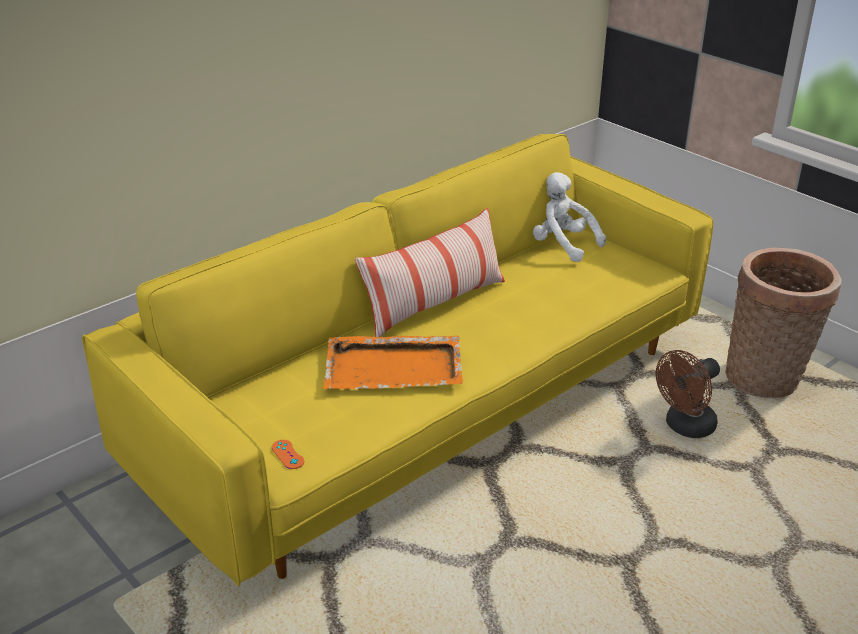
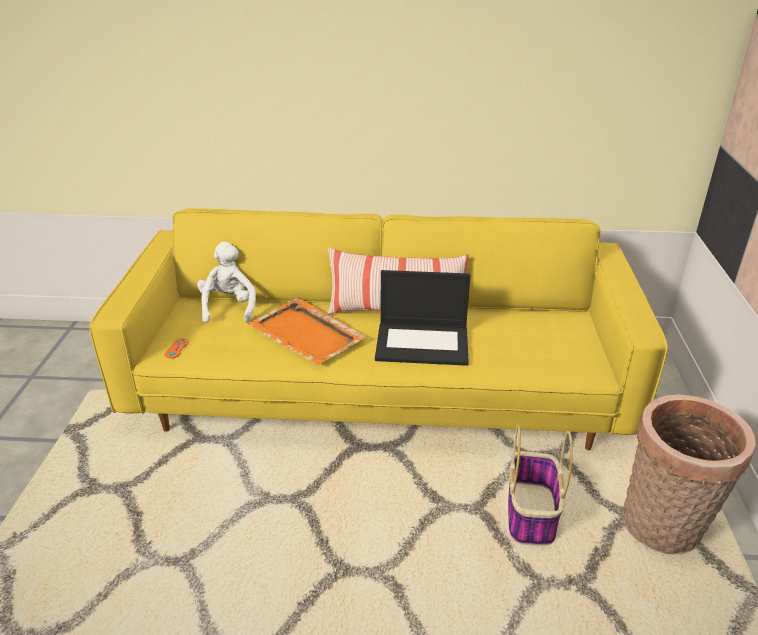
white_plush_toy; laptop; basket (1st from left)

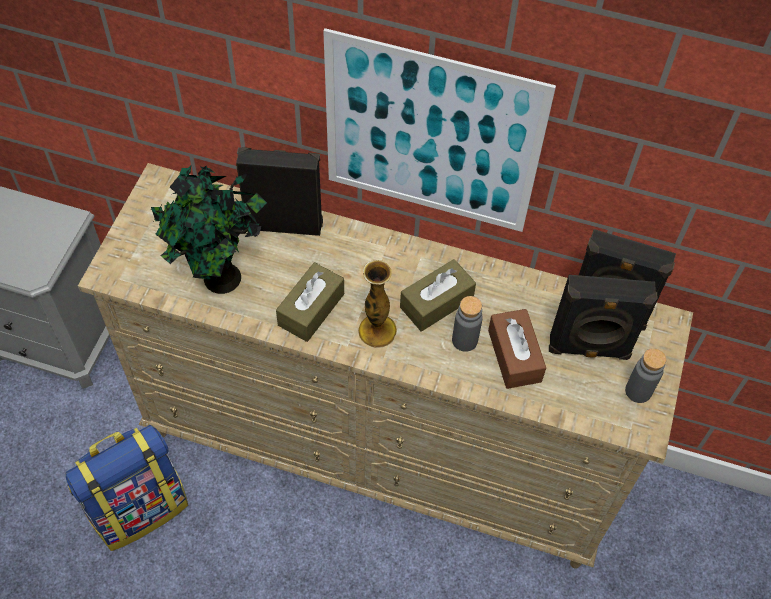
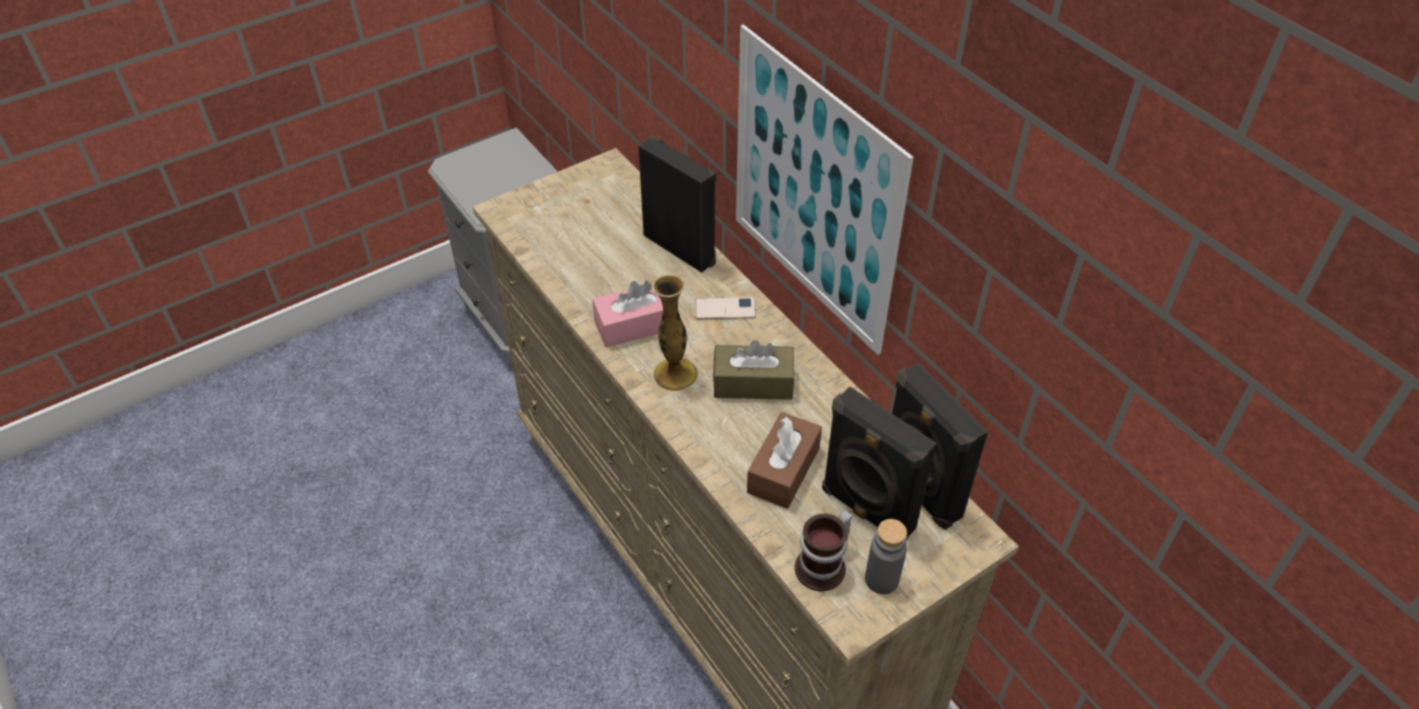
pink_tissue_box; phone; mug; backpack; potted_plant; grey_bottle (1st from left in the first image)

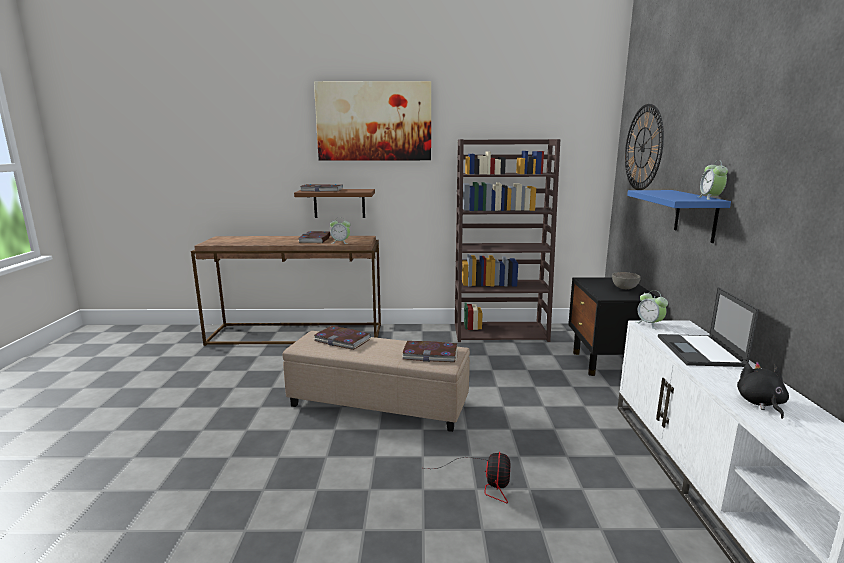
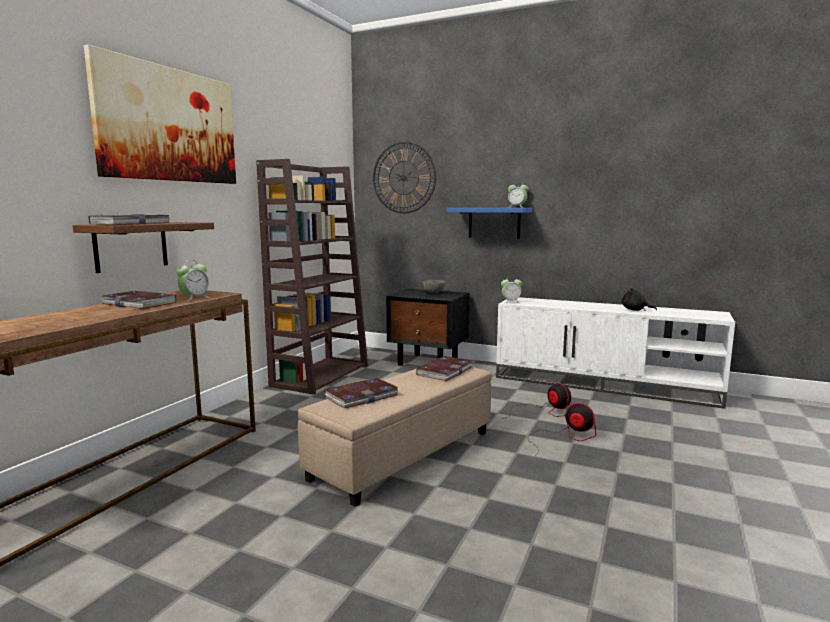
fan (1st from left); laptop

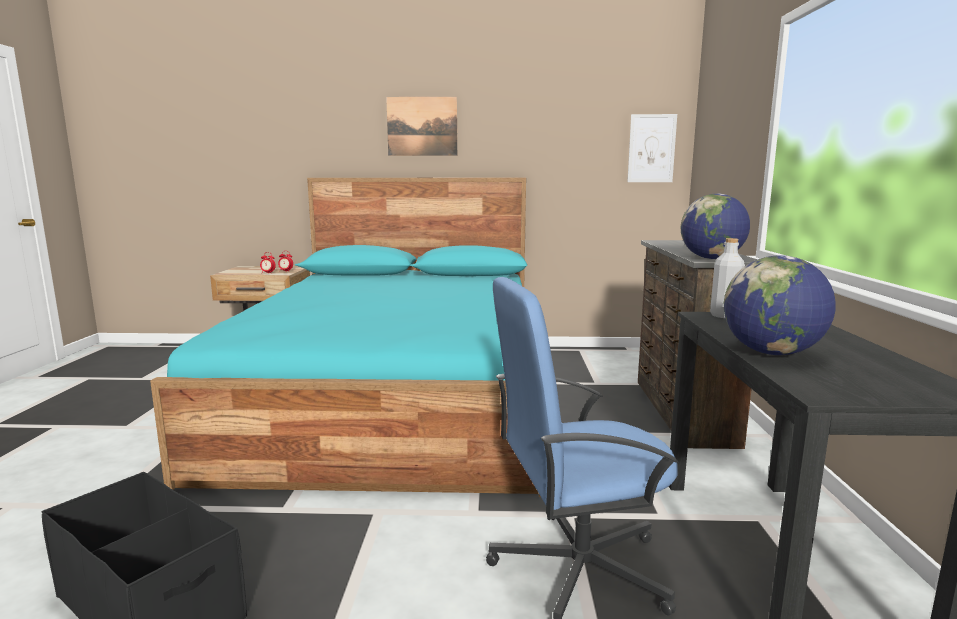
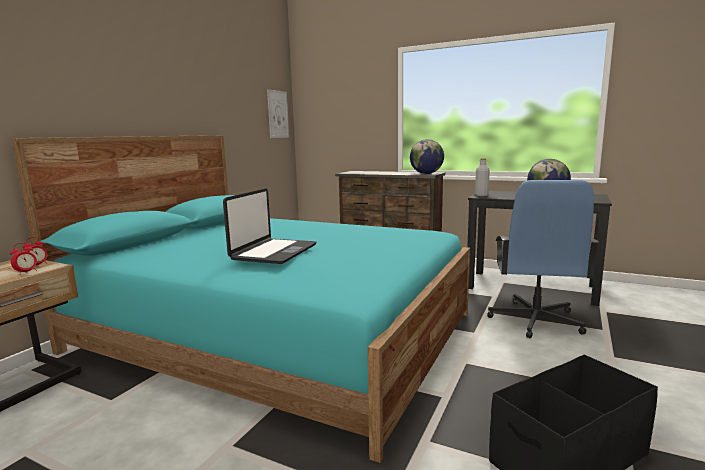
laptop; picture (1st from left in the first image)

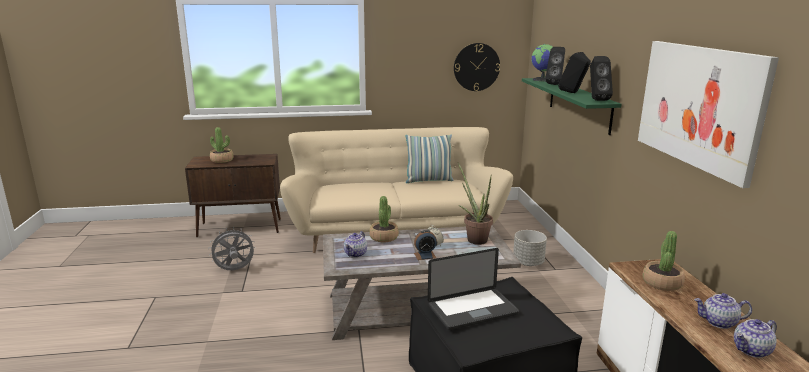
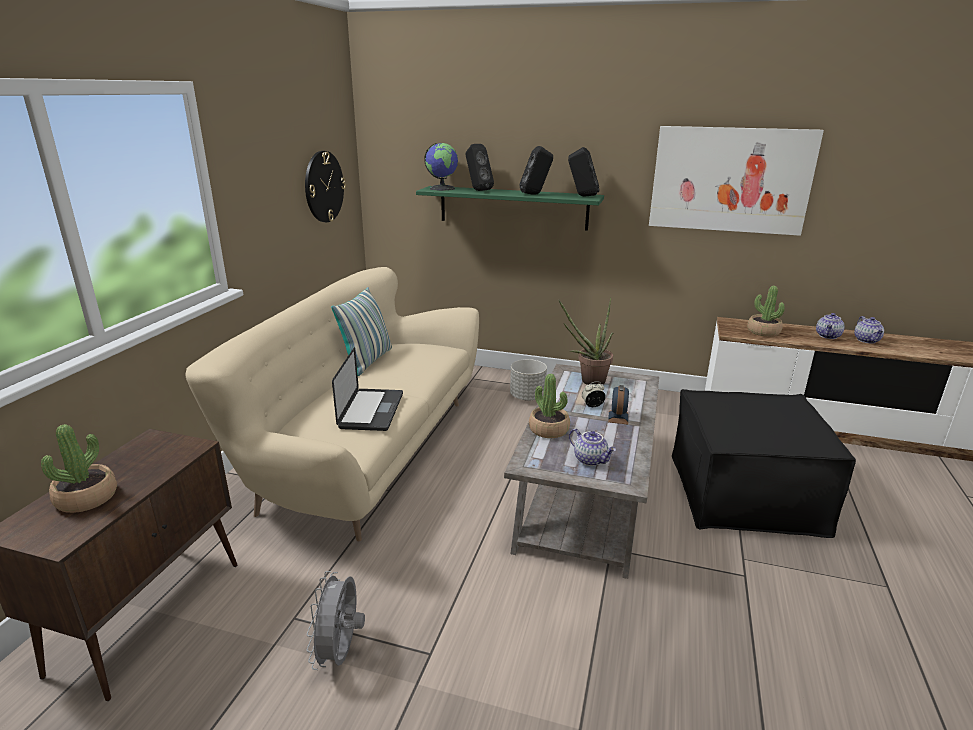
laptop

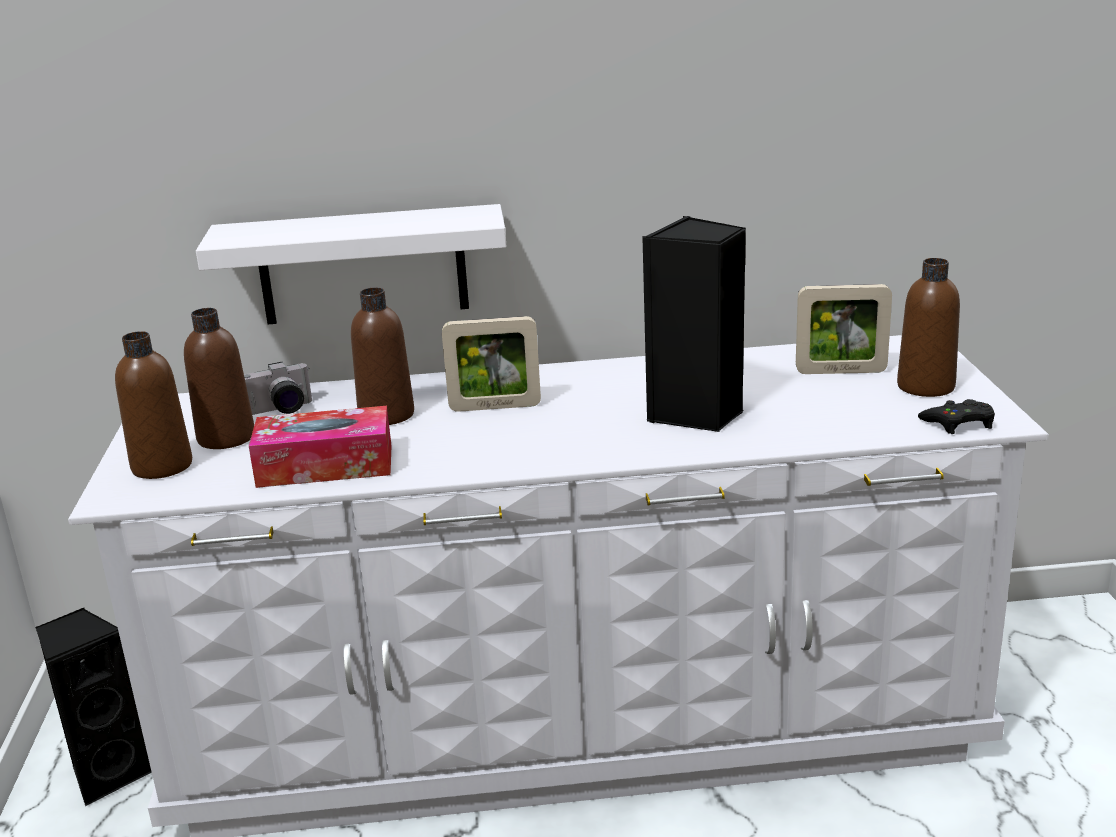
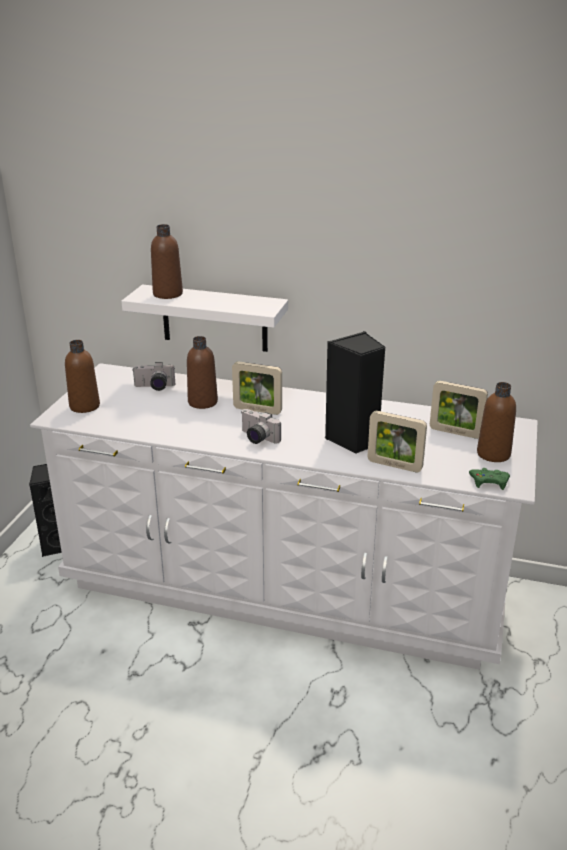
brown_bottle (2nd from left); photo_camera (2nd from left); picture_frame (2nd from left); green_game_controller; tissue_box

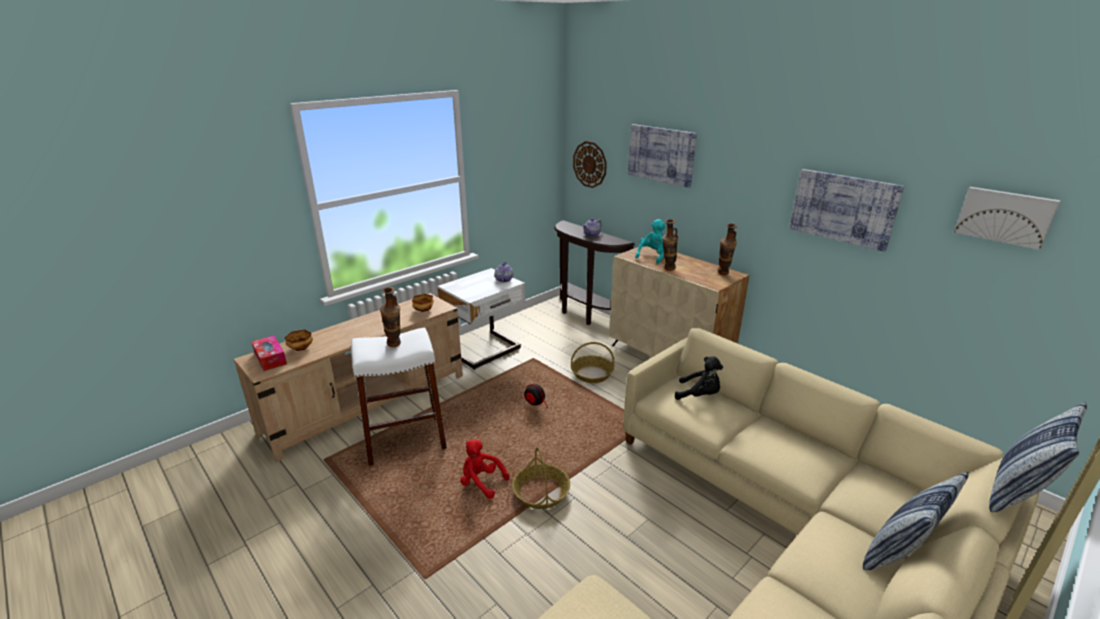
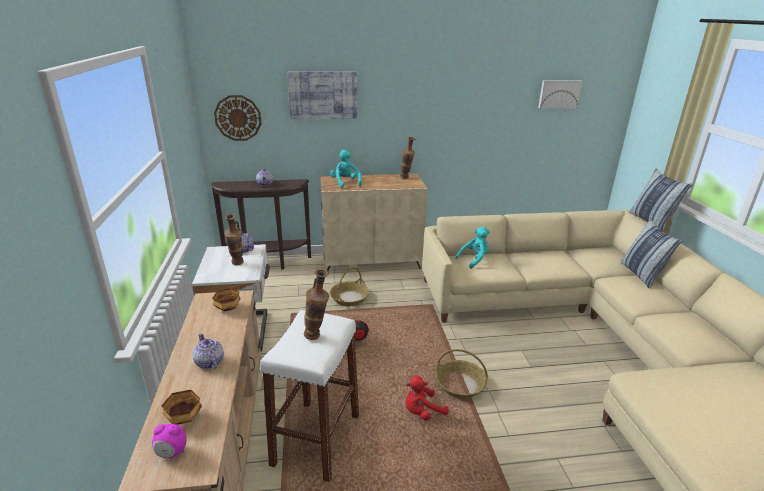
alarm_clock; teapot (1st from left); vase (1st from left); turquoise_plush_toy (2nd from left); picture (2nd from left in the first image)

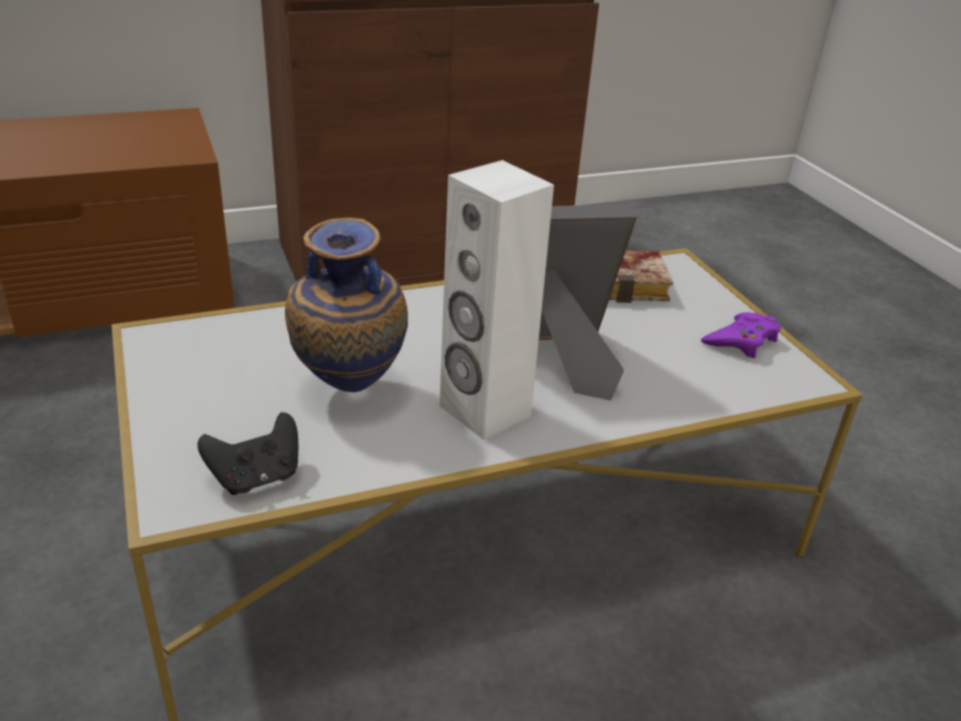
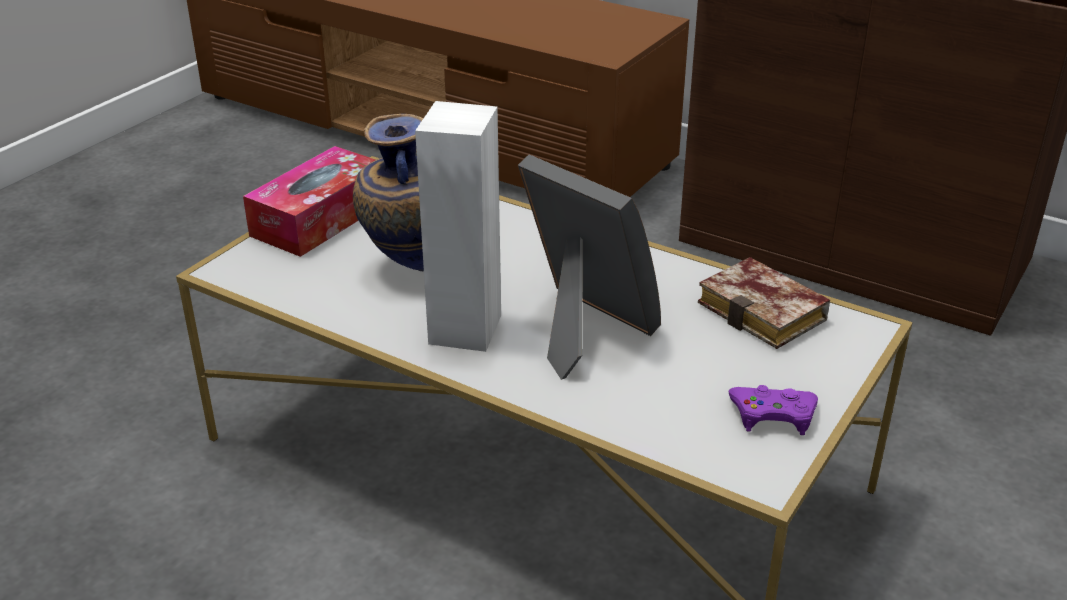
tissue_box; black_game_controller

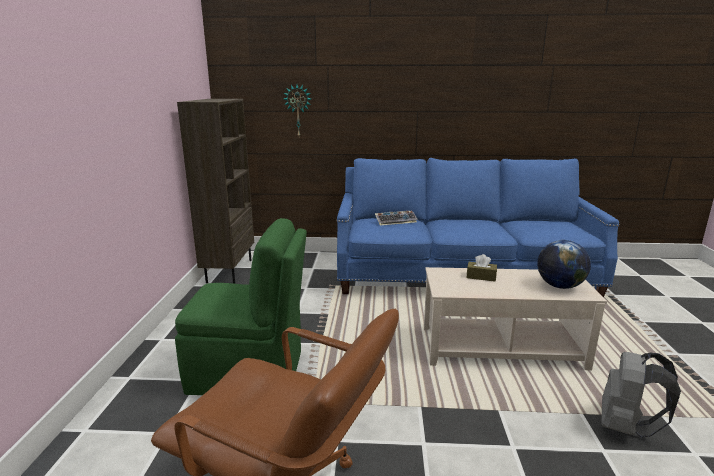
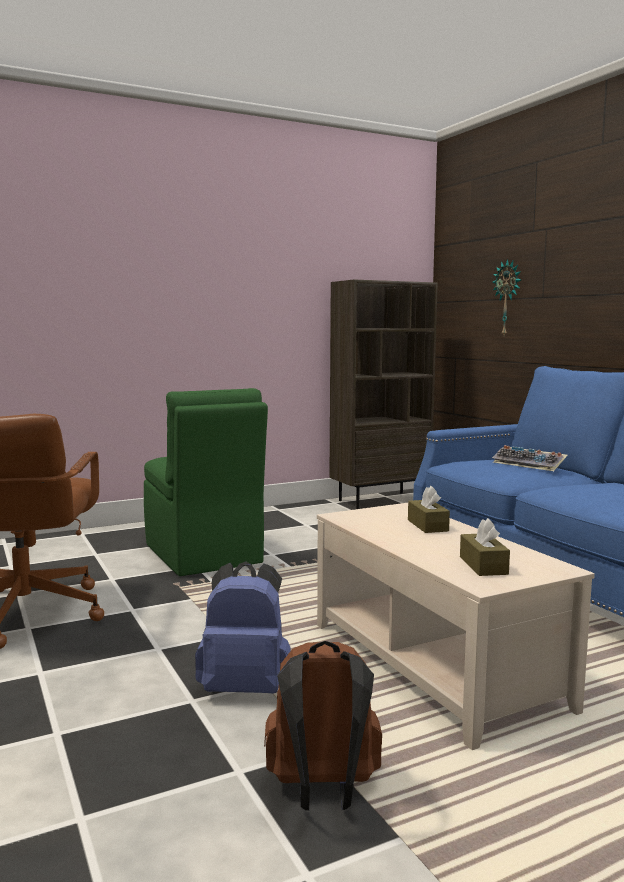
blue_backpack; brown_backpack; brown_tissue_box (2nd from left)

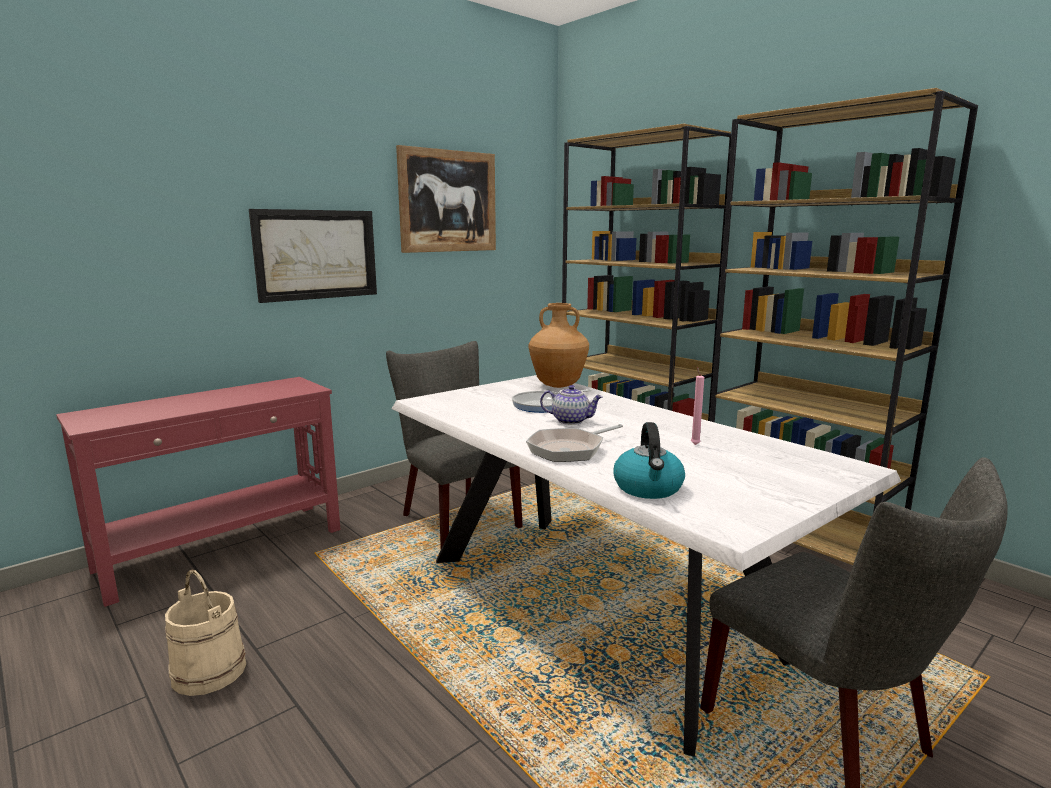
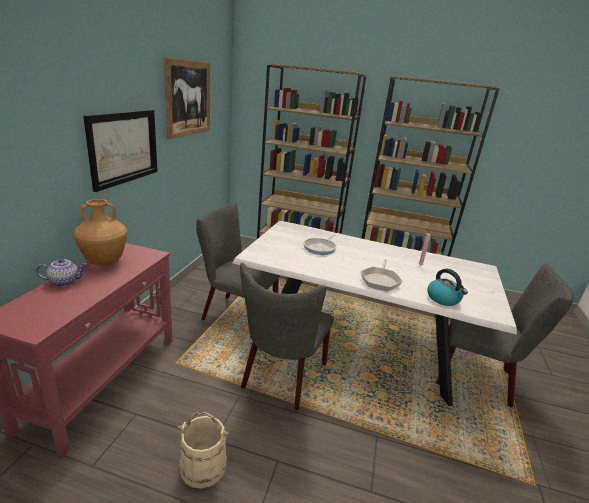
teapot; brown_vase; grey_chair (2nd from left)

